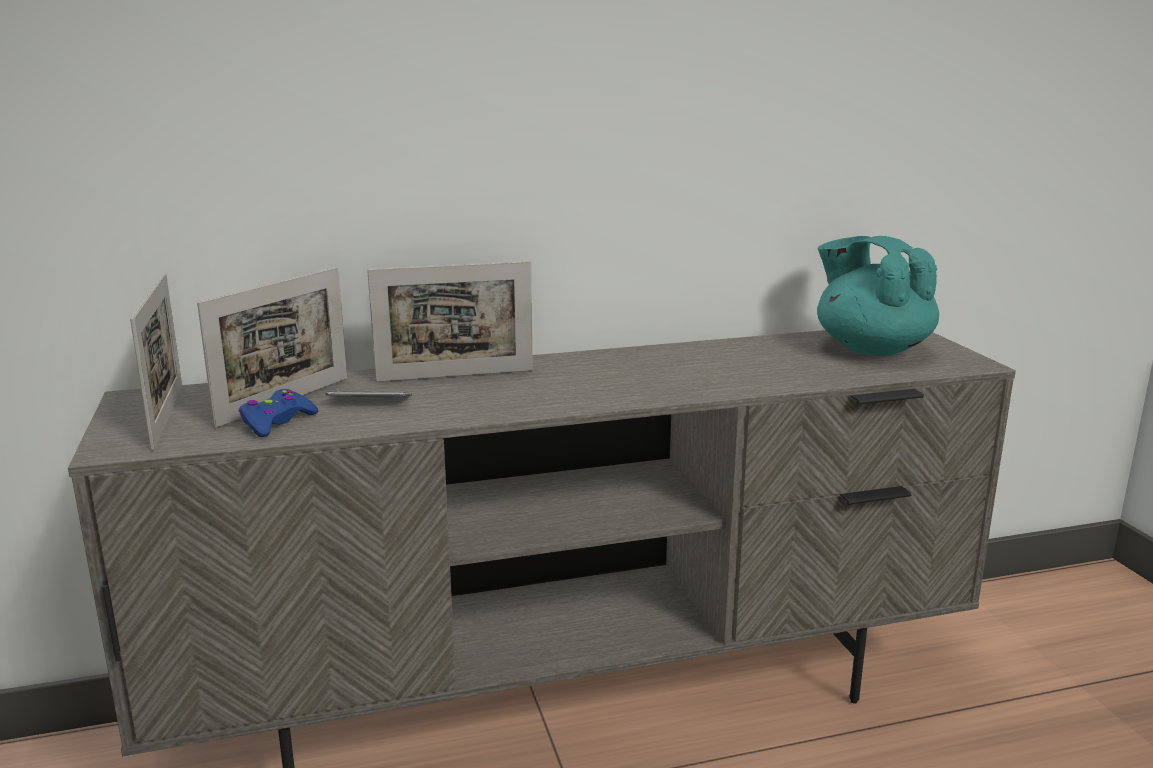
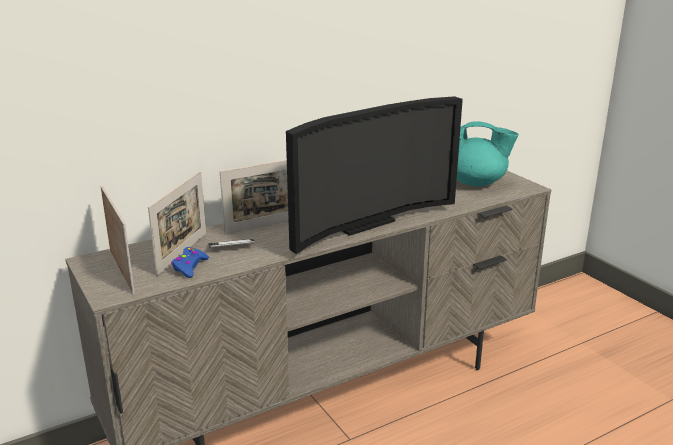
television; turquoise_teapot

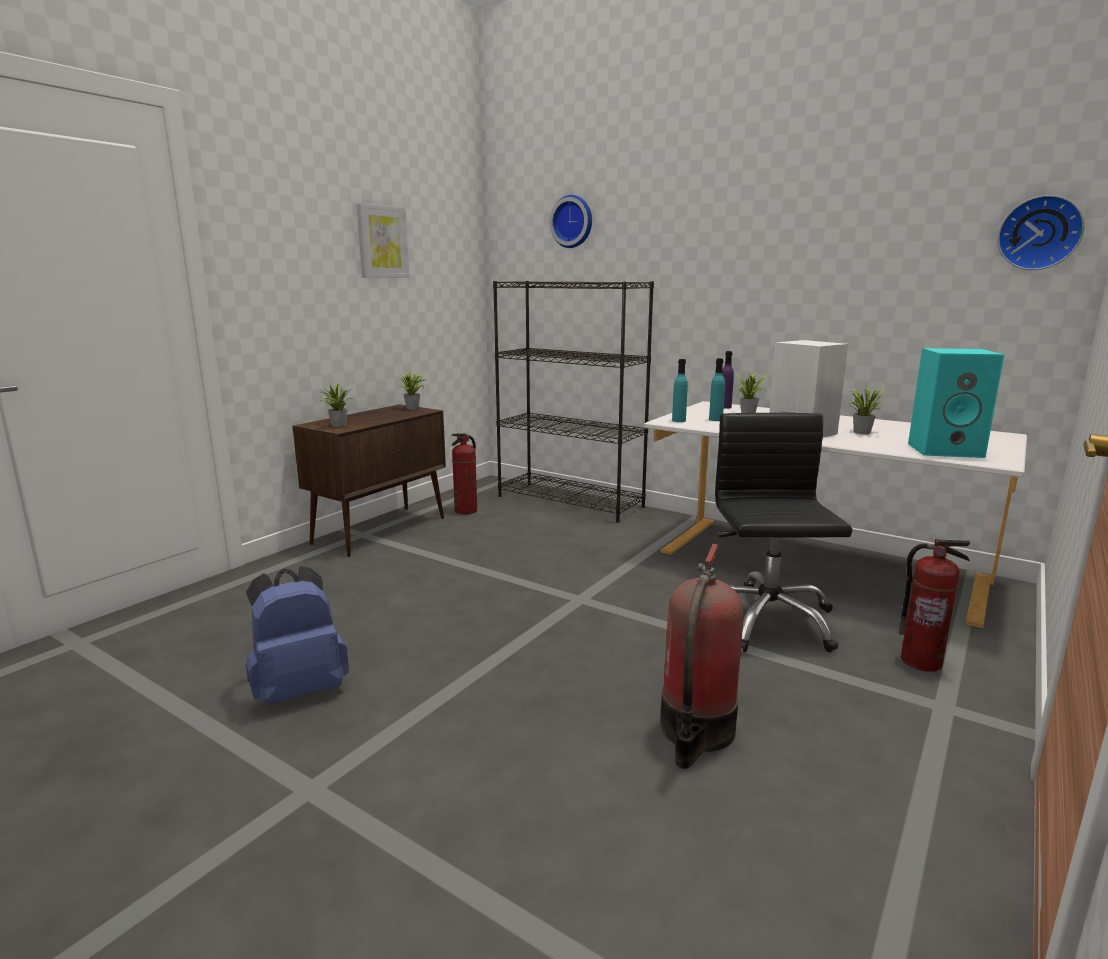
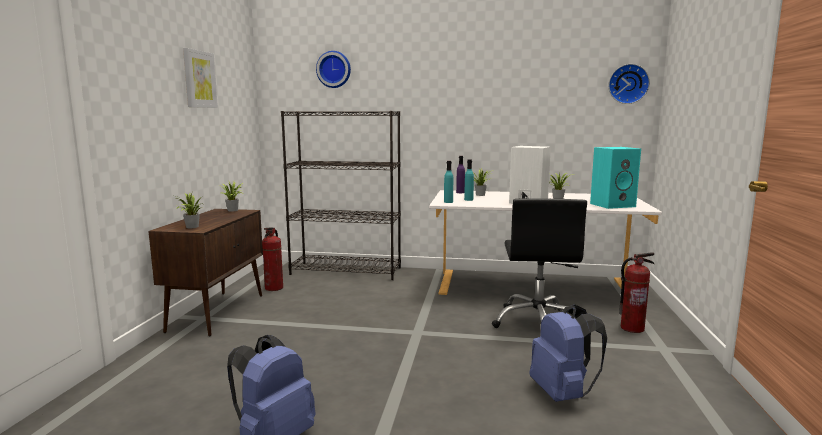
black_office_chair; blue_backpack (2nd from left)

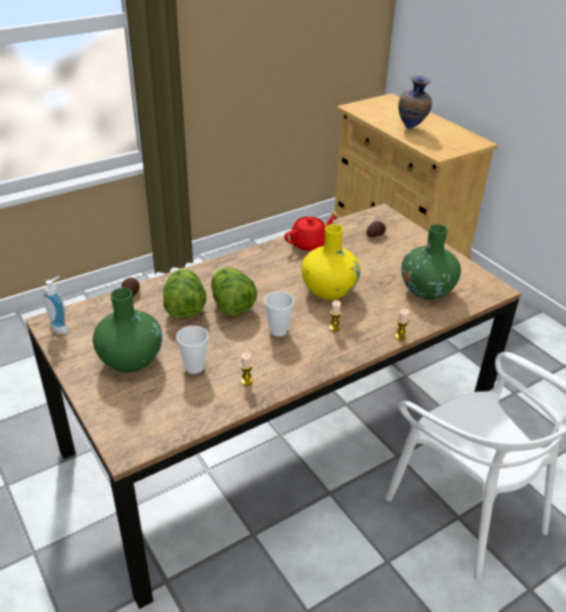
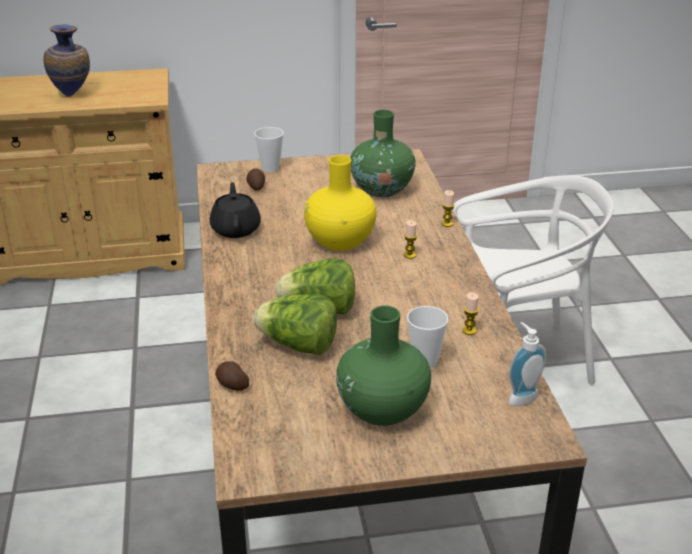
black_teapot; cup (1st from left); soap_dispenser

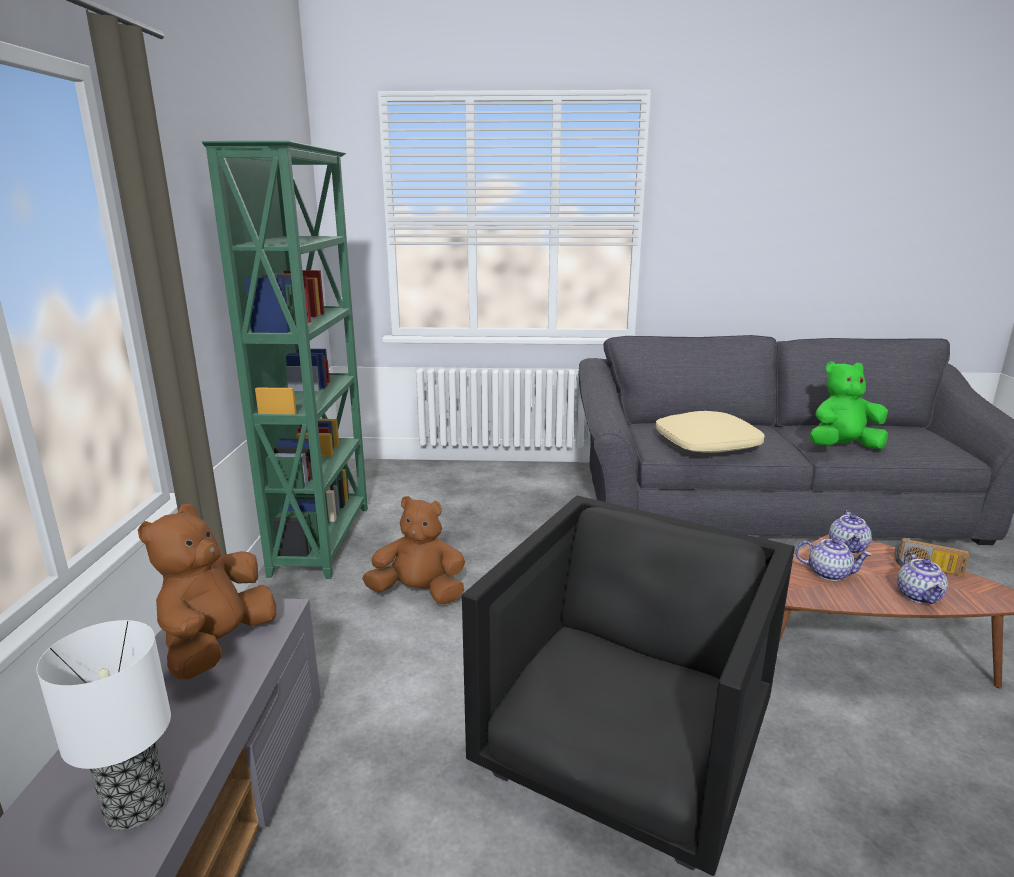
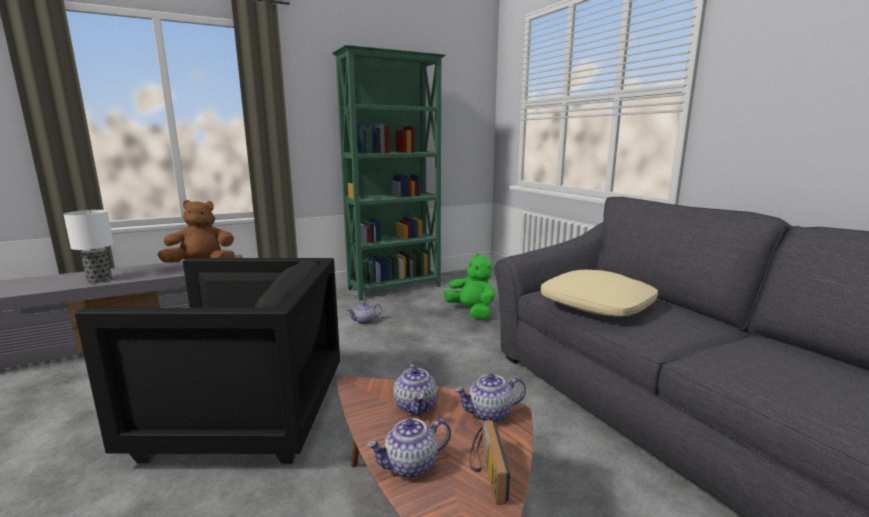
teapot (1st from left); green_plush_toy

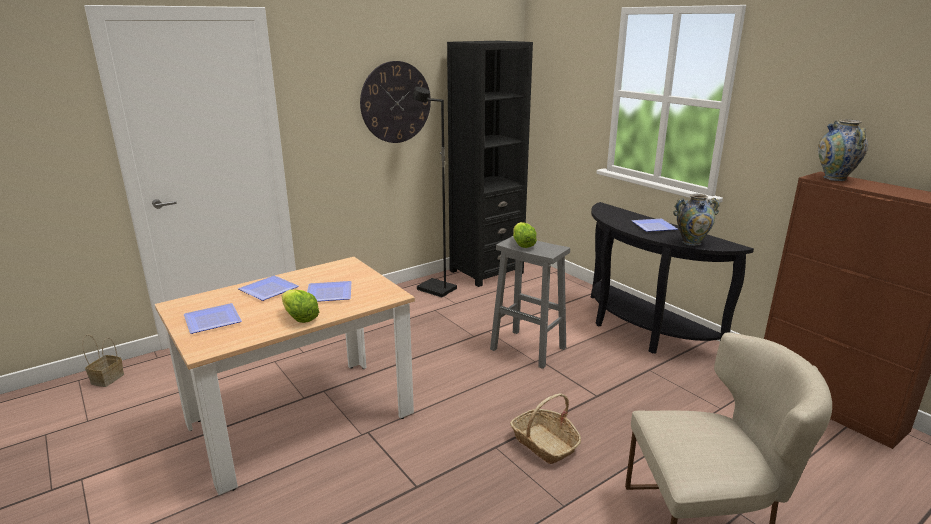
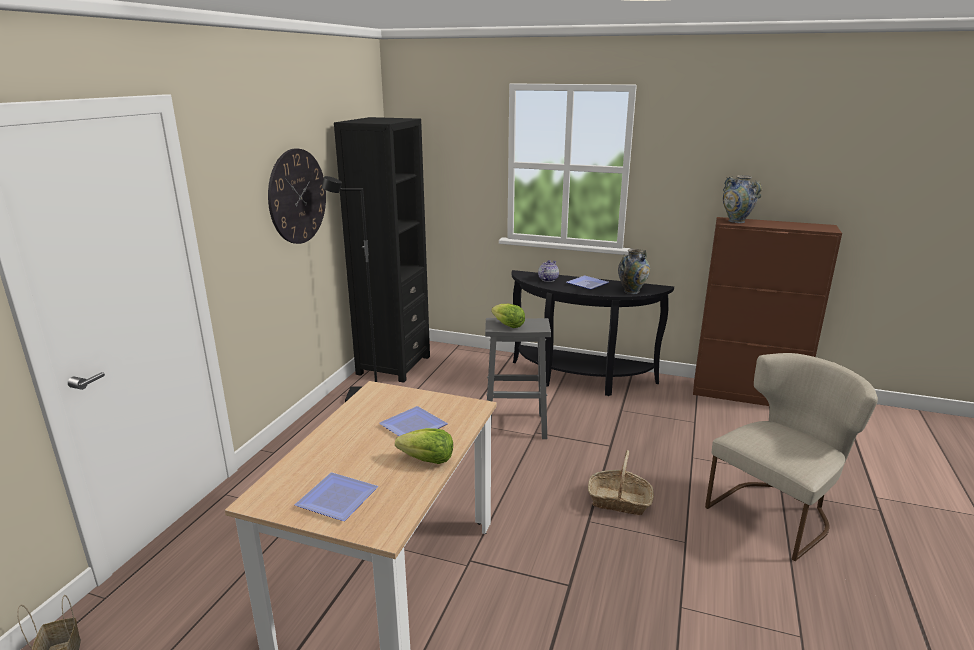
teapot; plate (2nd from left in the first image)

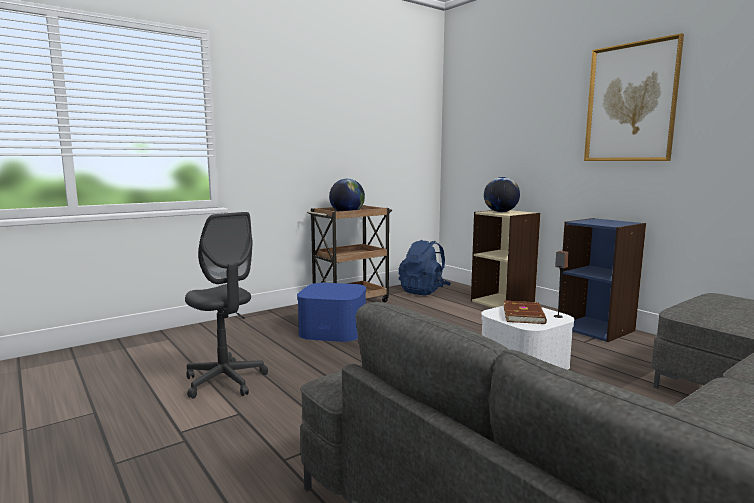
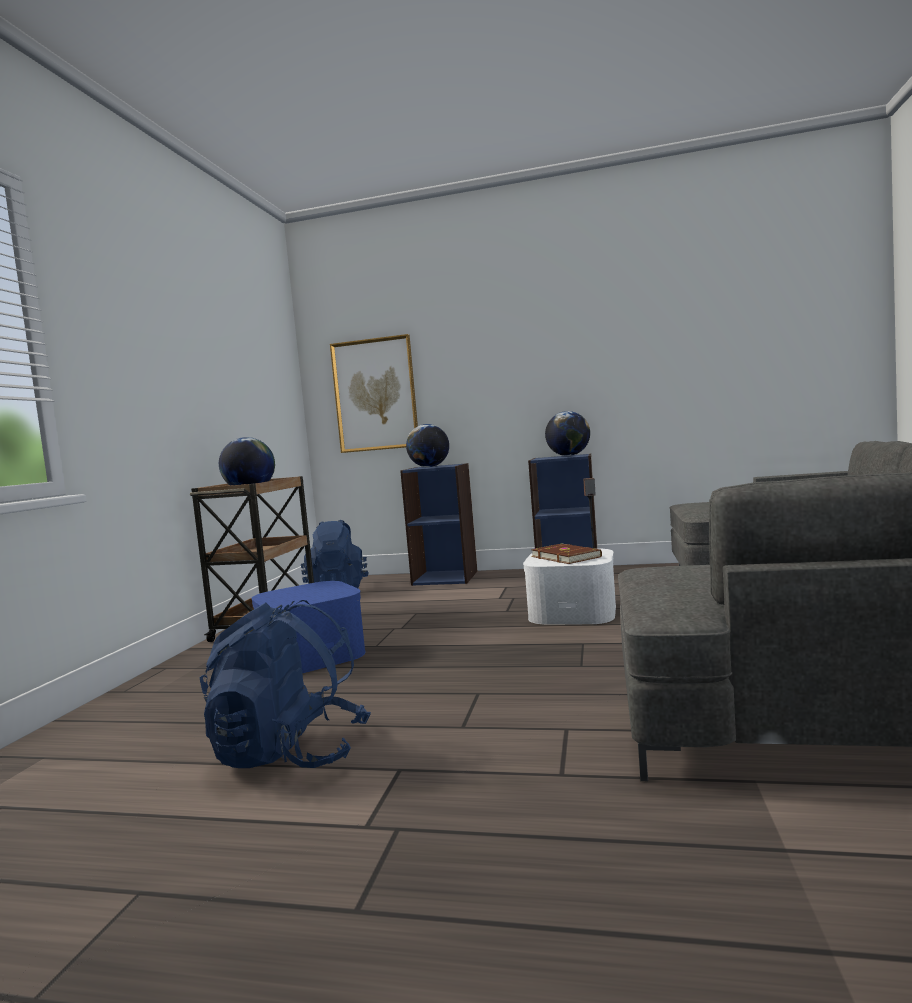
blue_backpack (1st from left); picture; blue_bookcase (1st from left); globe (3rd from left)

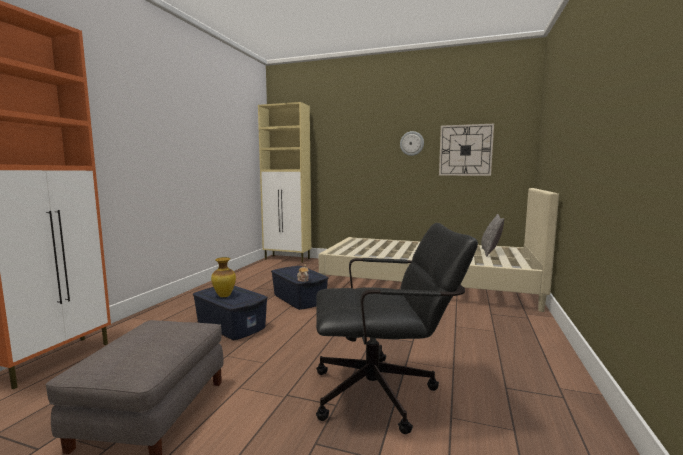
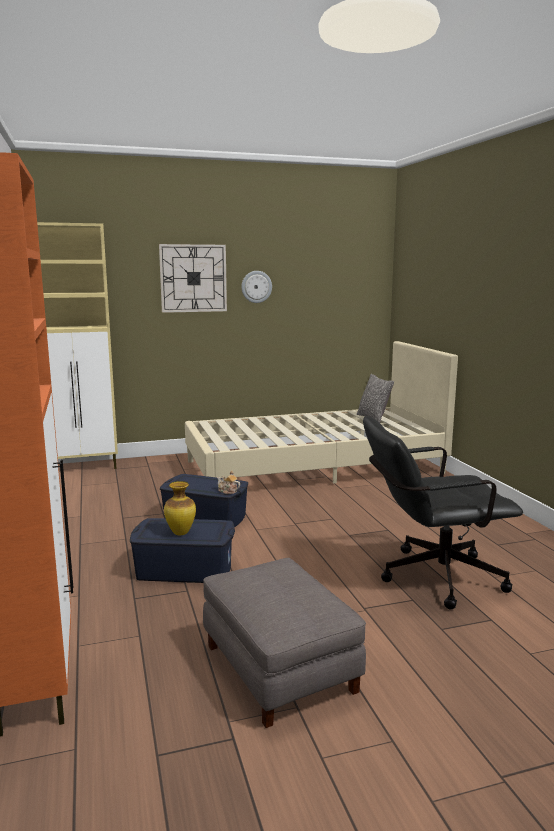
wall_clock (1st from left); black_office_chair

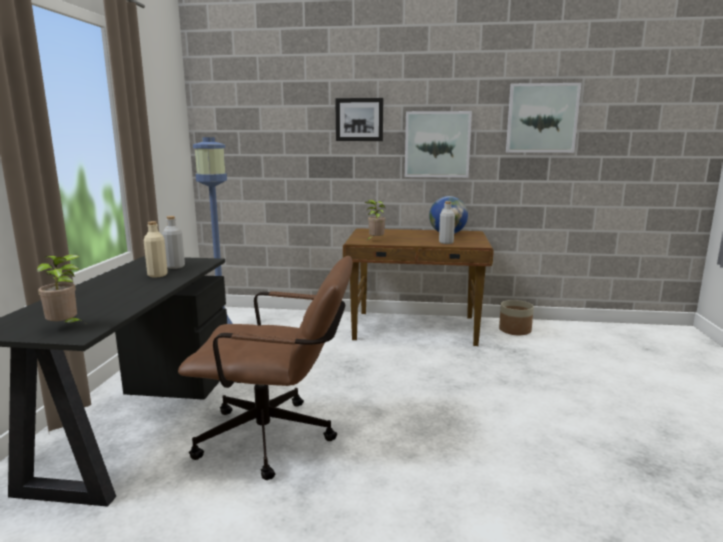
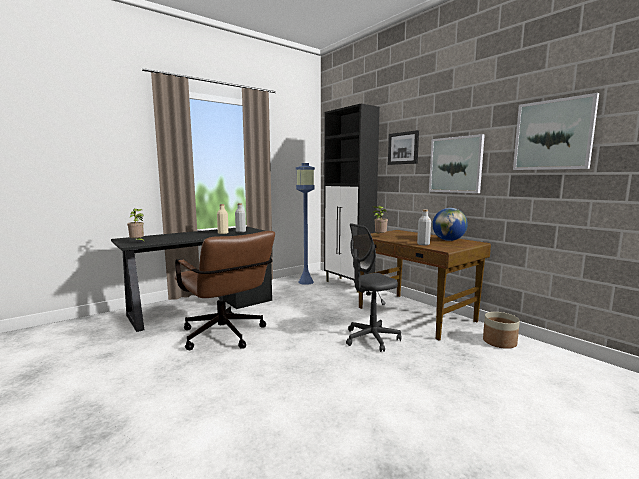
black_cabinet; grey_office_chair

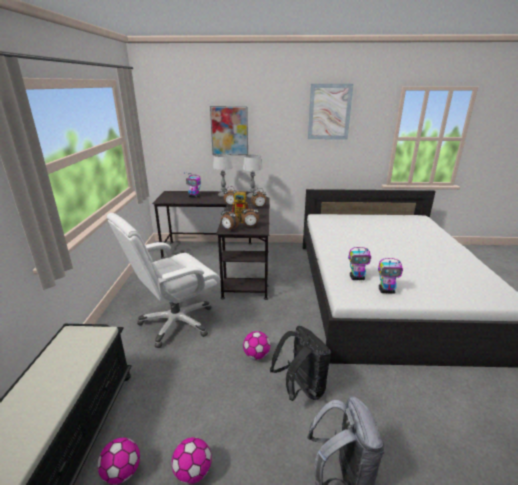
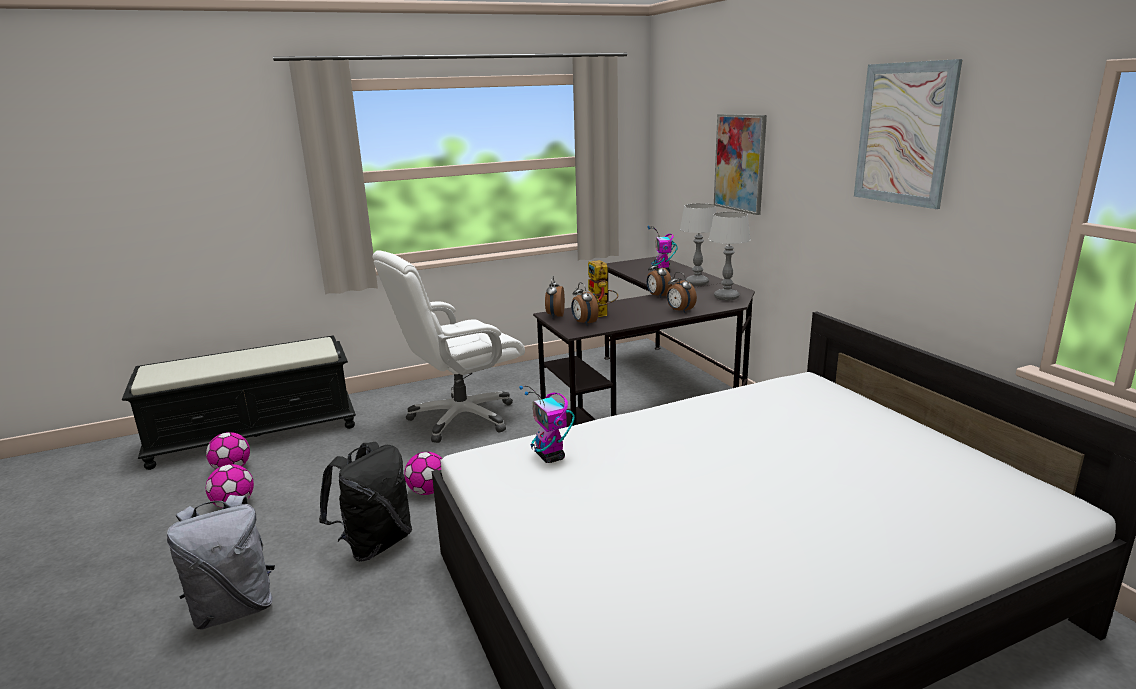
white_office_chair; toy_robot (4th from left in the first image)

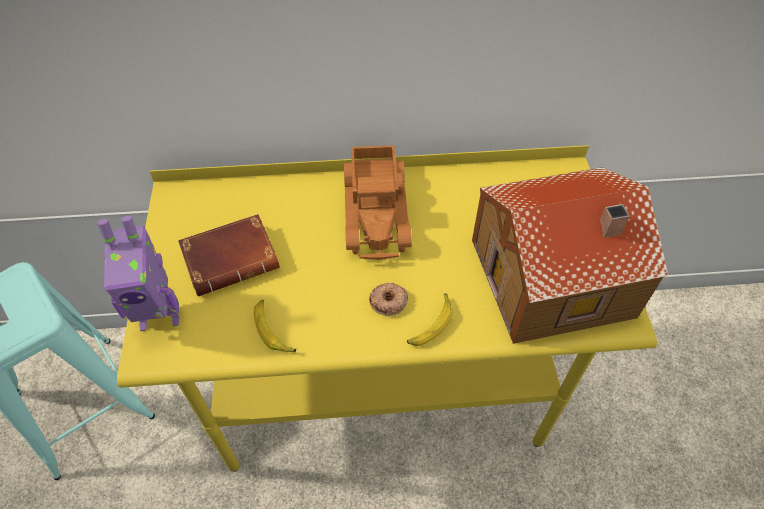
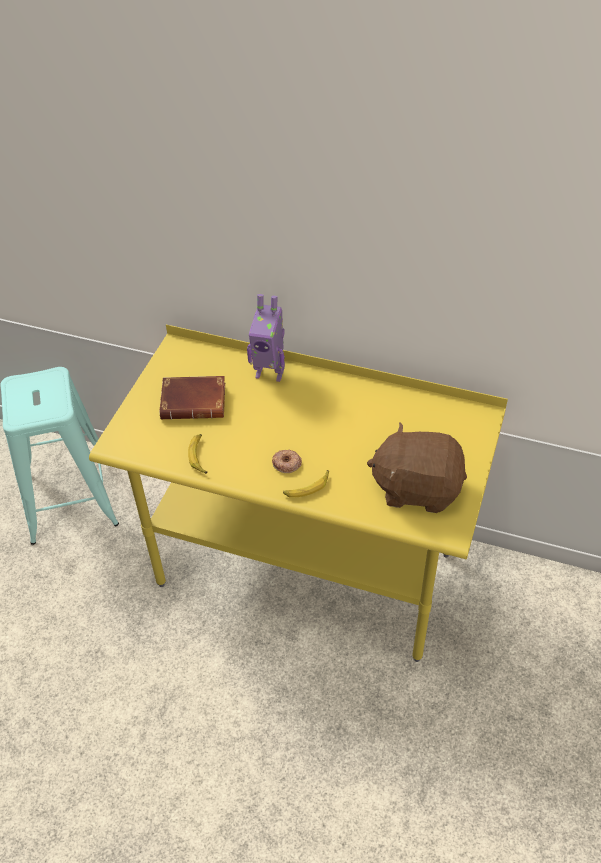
toy_robot; brown_plush_toy; toy_truck

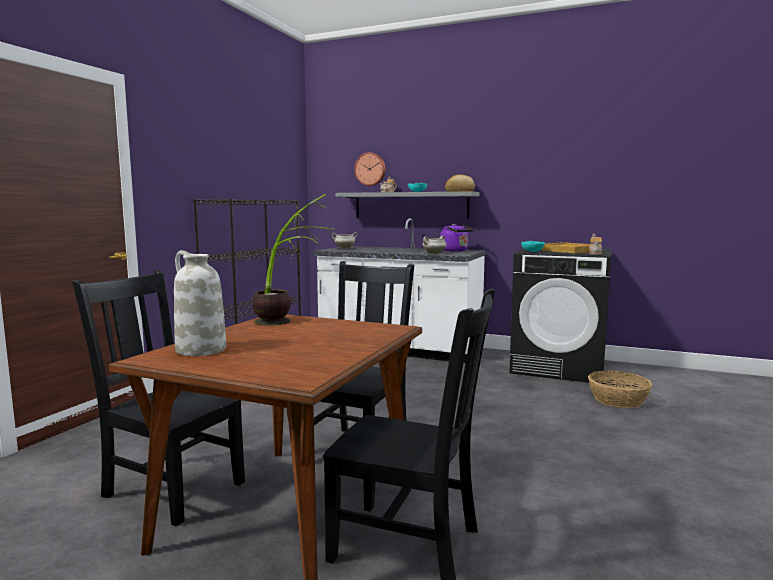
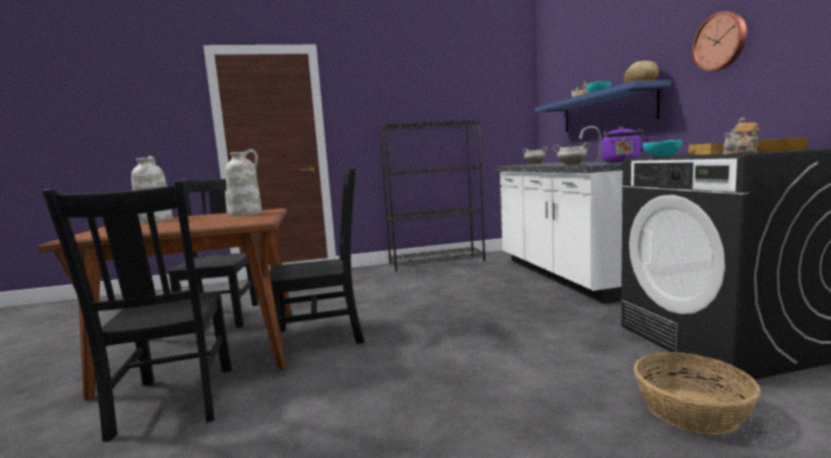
white_vase (2nd from left); blue_shelf; wall_clock

